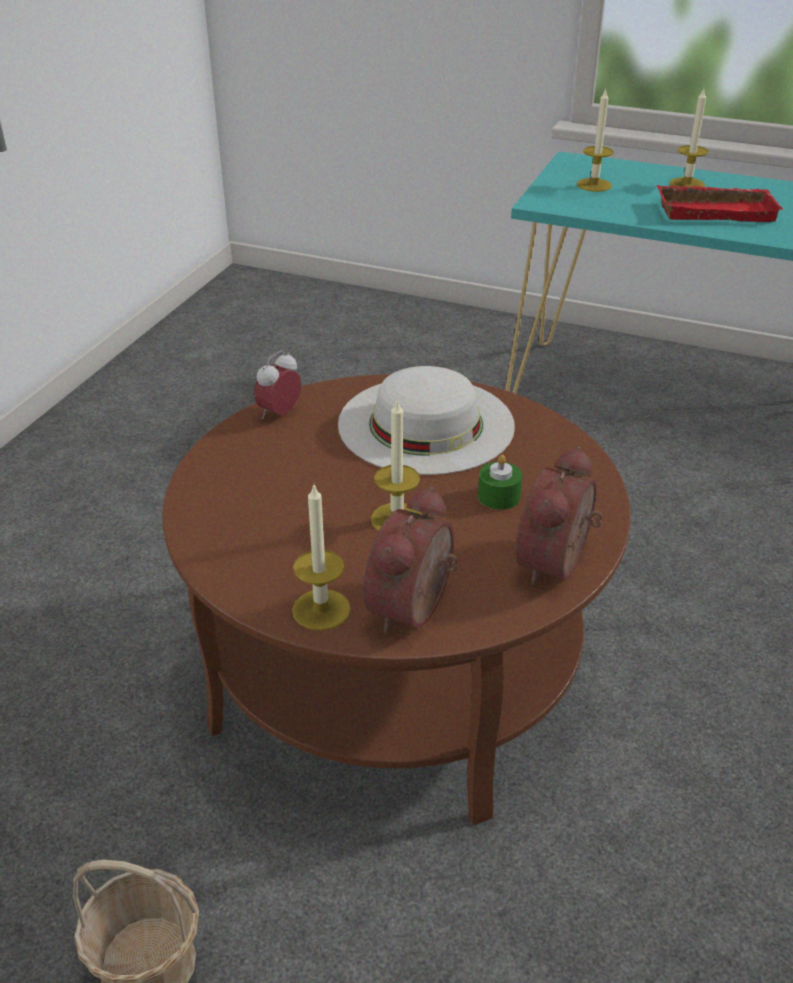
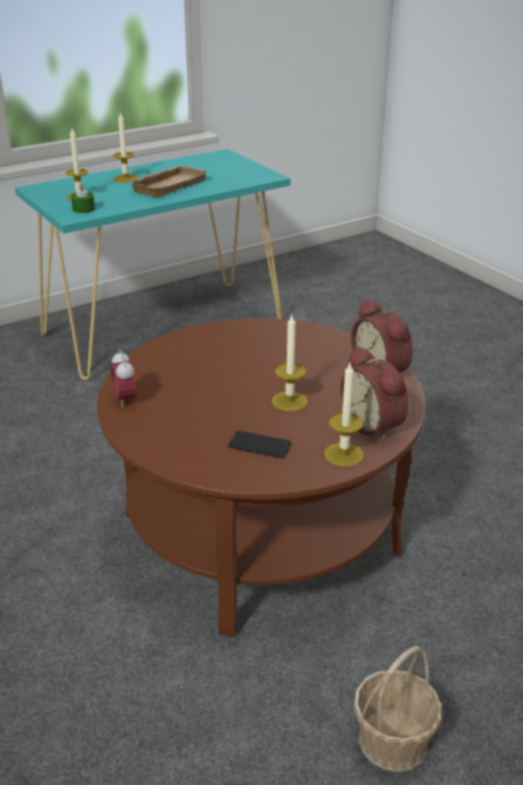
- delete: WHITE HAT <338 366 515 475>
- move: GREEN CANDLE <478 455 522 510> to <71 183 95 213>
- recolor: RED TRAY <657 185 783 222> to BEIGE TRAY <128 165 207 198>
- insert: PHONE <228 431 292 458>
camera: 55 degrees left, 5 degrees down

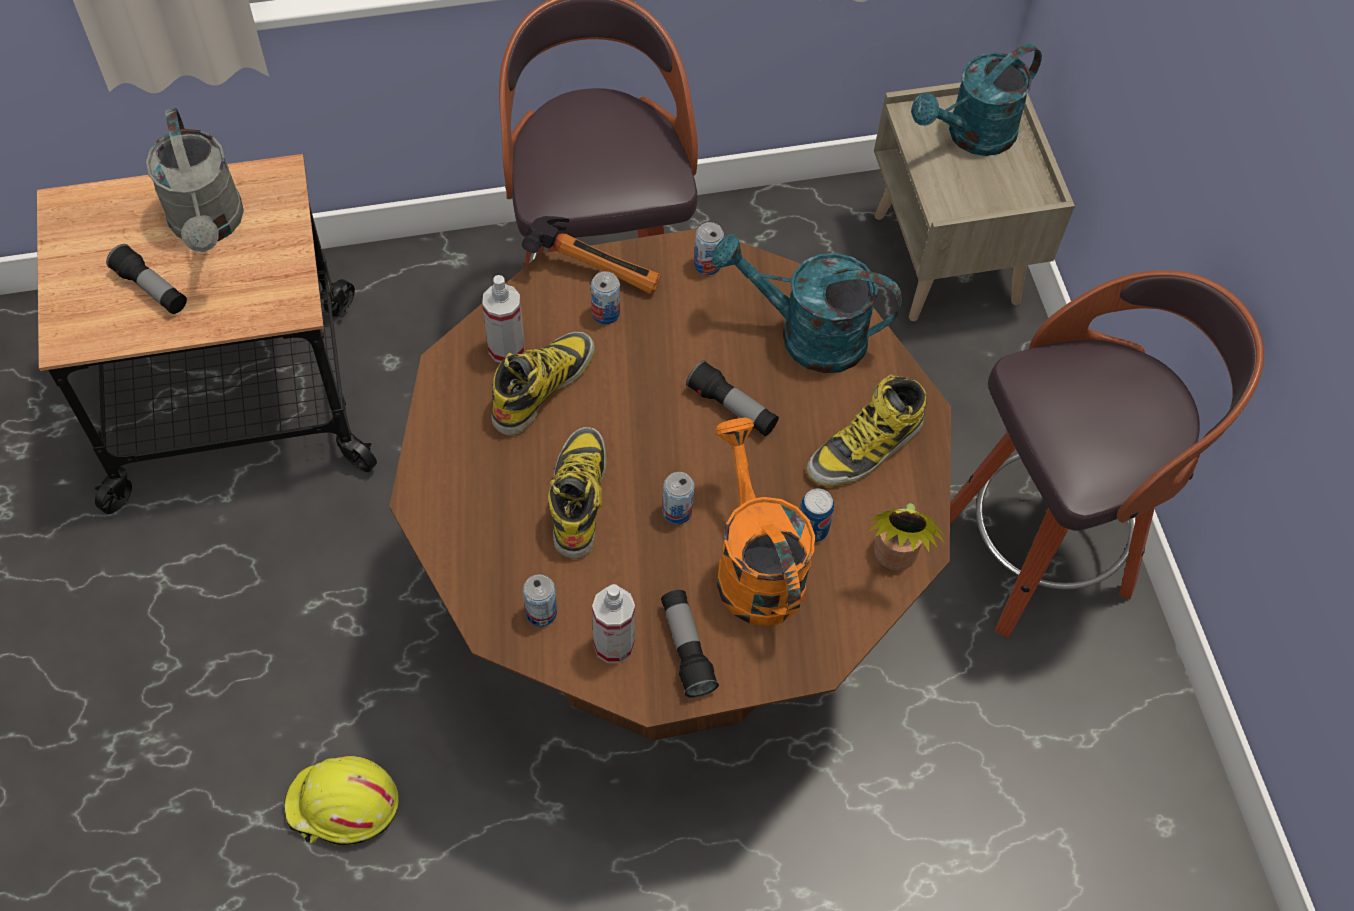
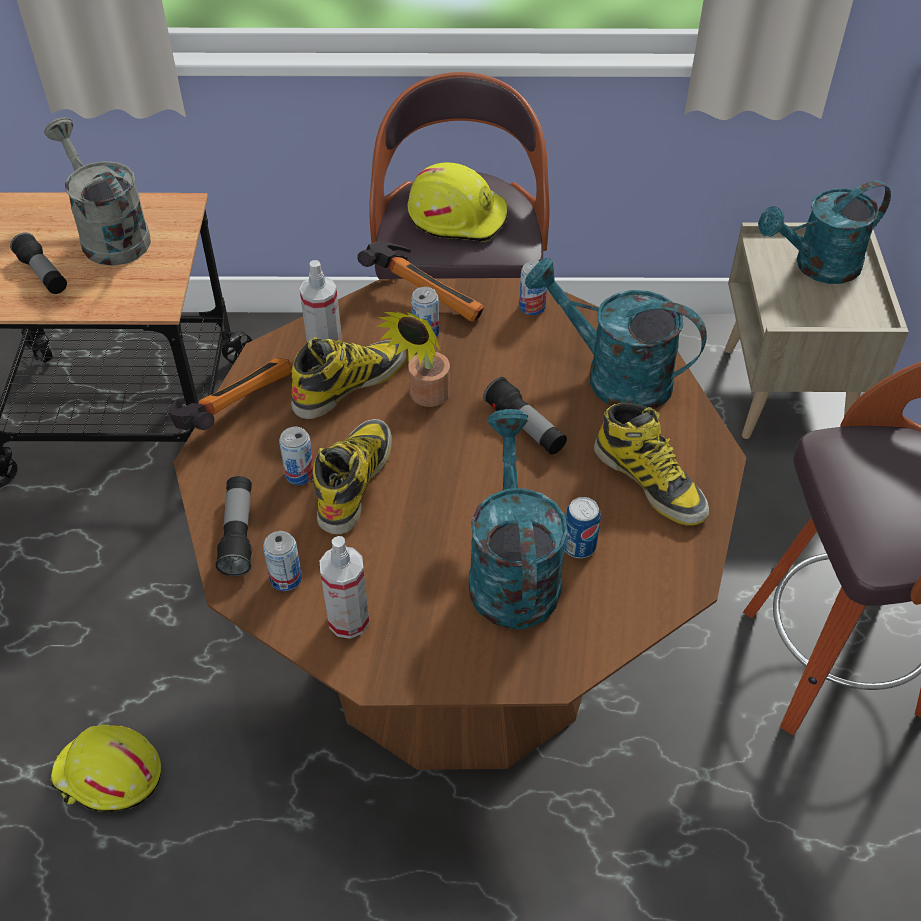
- rotate: GREY WATERING CAN <146 108 244 252> = <44 117 151 266> 150 degrees clockwise
- move: FLASHLIGHT <661 590 719 698> to <215 476 253 576>
- move: CAN <662 472 695 524> to <279 427 314 485>
- recolor: ORANGE WATERING CAN <715 418 815 626> to TURQUOISE WATERING CAN <469 409 568 629>
- rotate: BOOT <806 375 927 487> = <594 403 709 526> 105 degrees counterclockwise
- move: POTTED PLANT <868 503 944 570> to <376 312 450 407>
- insert: HAMMER <169 358 292 430>
- insert: YELLOW HARD HAT <408 162 508 242>
camera: 15 degrees right, 10 degrees down

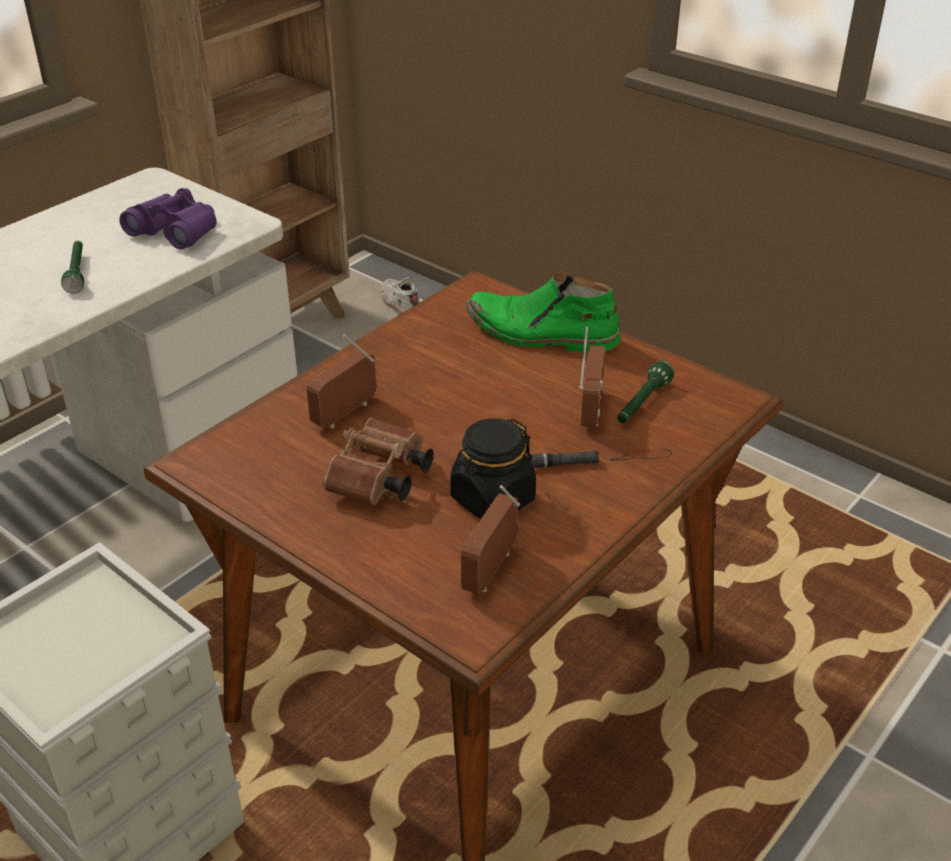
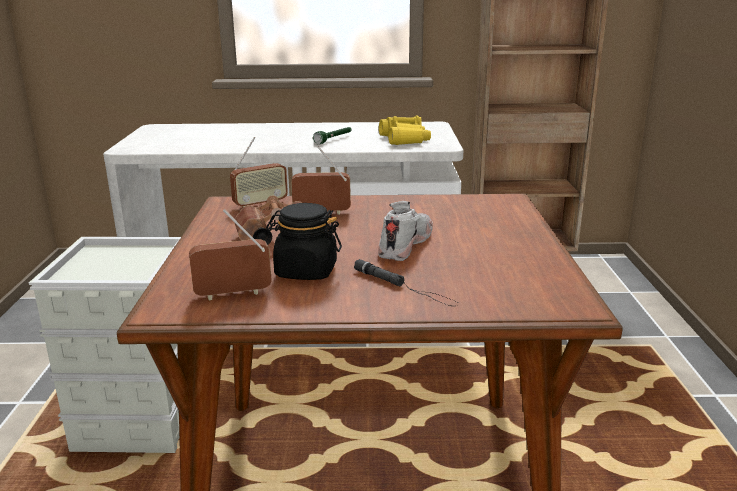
- recolor: PURPLE BINOCULARS <119 188 217 249> to YELLOW BINOCULARS <379 116 431 145>
- move: WHITE SHOE <381 277 420 315> to <378 201 433 261>
- delete: GREEN BOOT <466 271 621 352>
- move: RADIO <579 326 605 427> to <230 137 288 207>
- delete: GREEN FLASHLIGHT <617 360 674 423>
camera: 50 degrees right, 15 degrees down

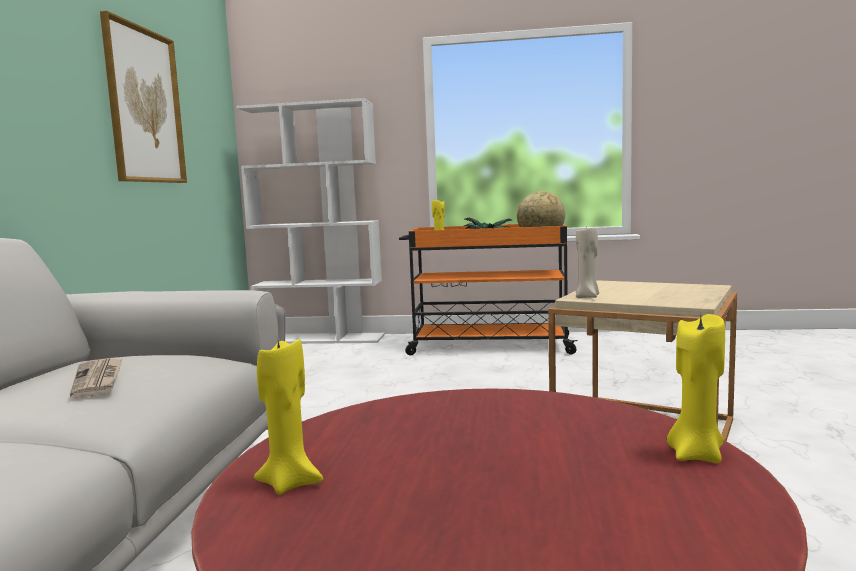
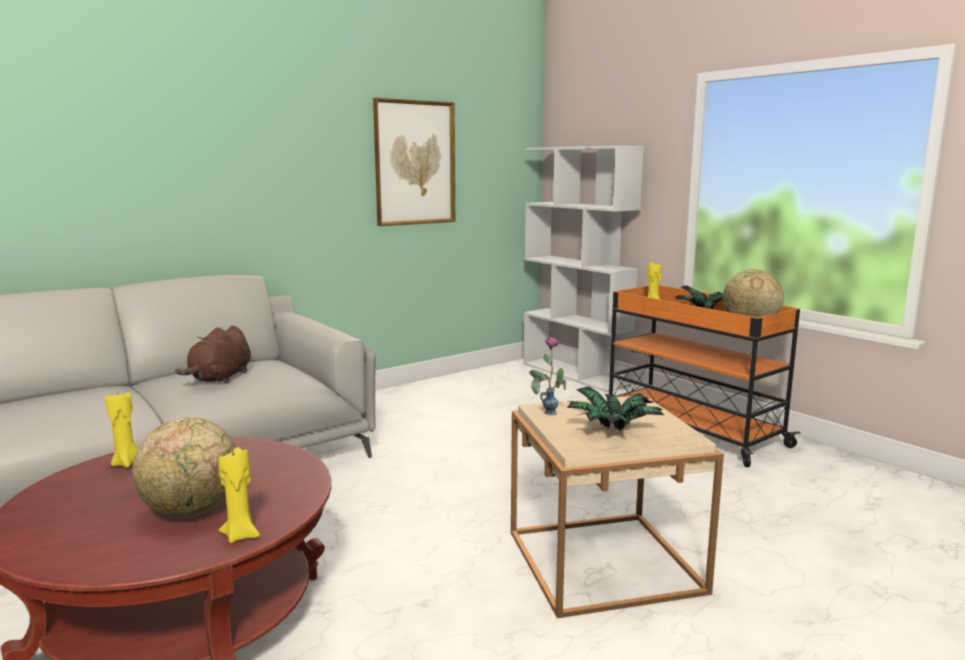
- replace: NEWSPAPER <70 358 122 398> to BROWN PLUSH TOY <175 326 251 383>
- replace: BEIGE CANDLE <576 228 599 298> to VASE <529 337 566 415>
- insert: GLOBE <132 417 236 518>
- insert: POTTED PLANT <566 386 664 431>
camera: 45 degrees right, 5 degrees up

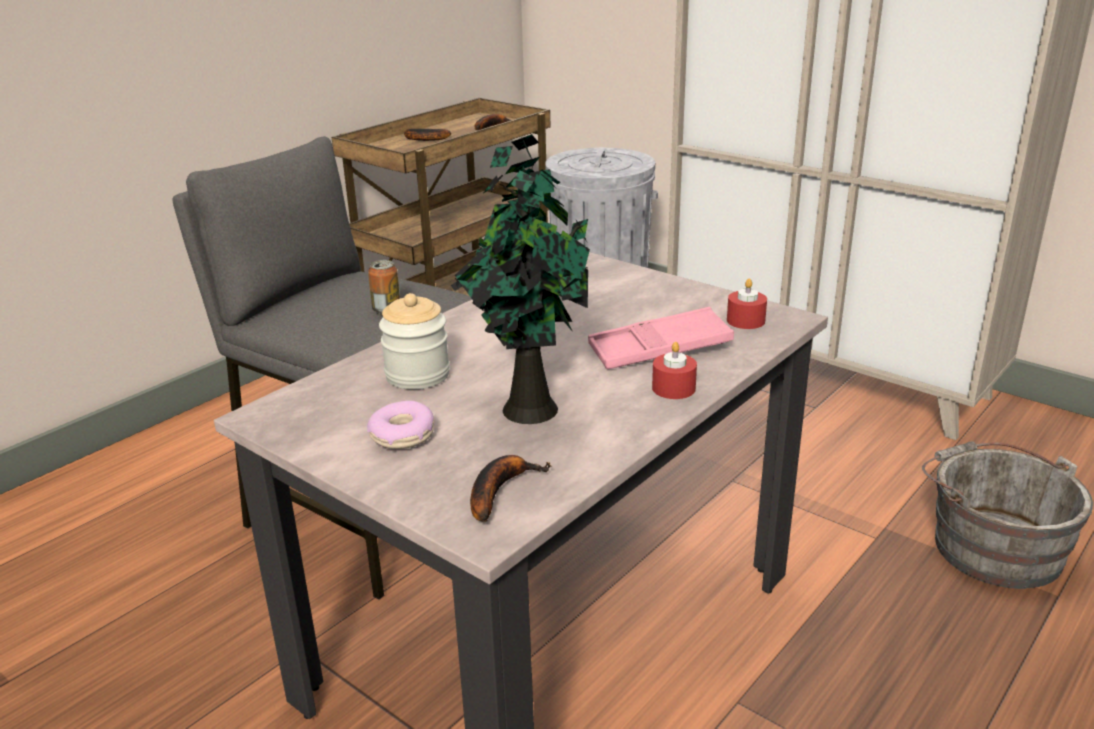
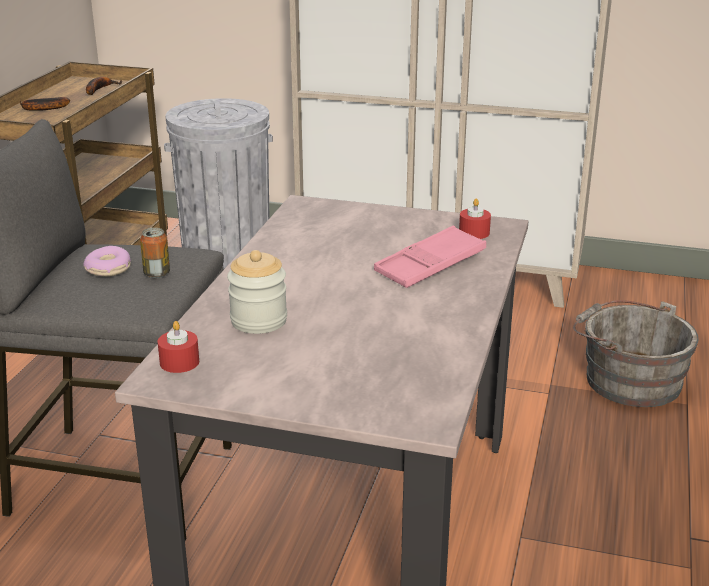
- move: DONUT <367 401 434 449> to <83 246 131 277>
- delete: POTTED PLANT <451 134 590 424>
- delete: BANANA <470 455 552 522>
- move: RED CANDLE <652 342 697 399> to <158 321 199 373>
camera: 25 degrees left, 0 degrees up

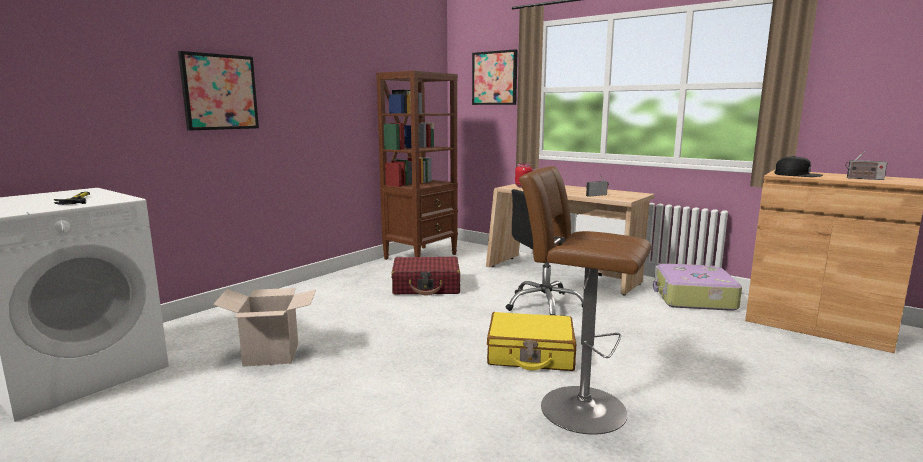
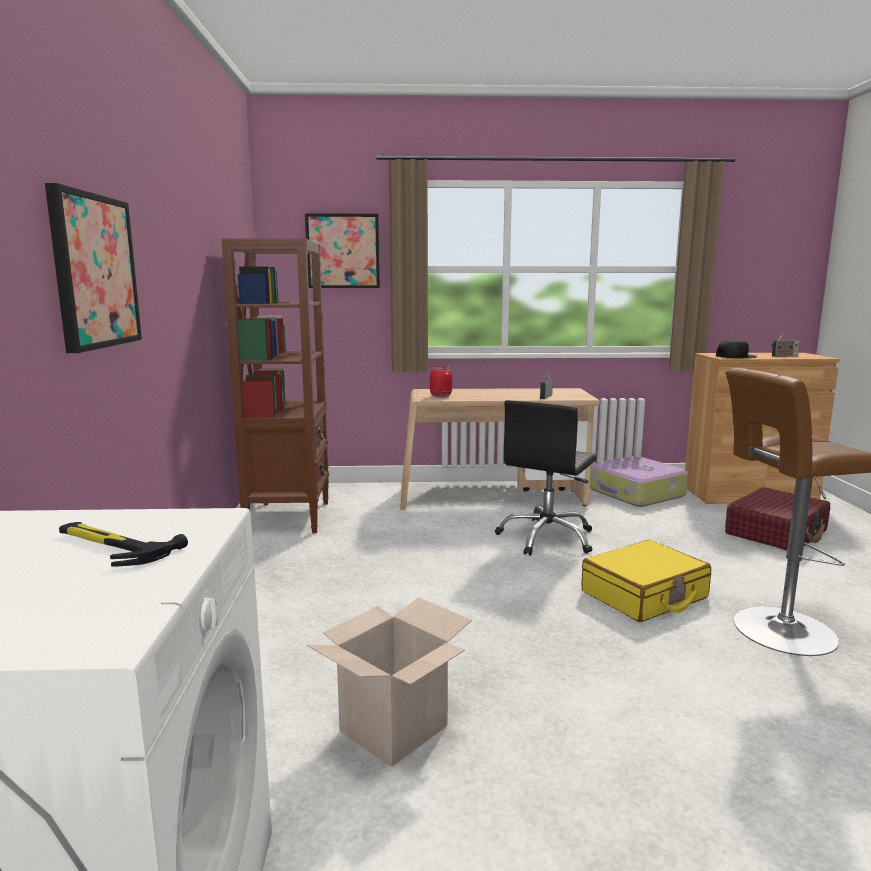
- move: RED SUITCASE <391 257 460 295> to <725 487 830 550>
camera: 40 degrees left, 0 degrees up

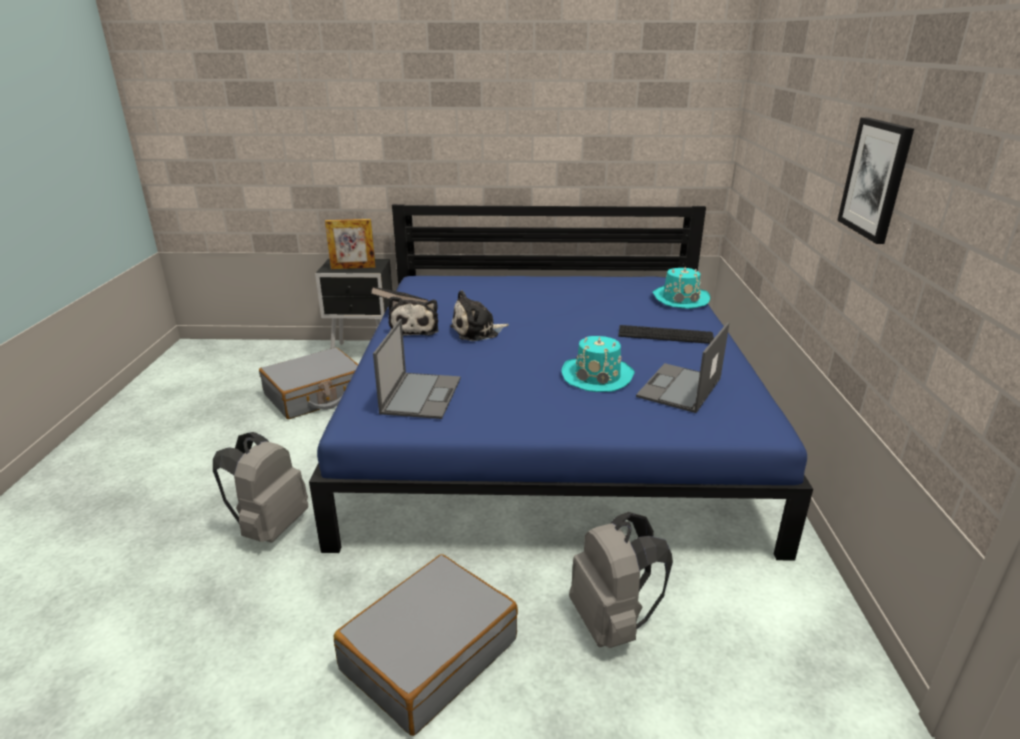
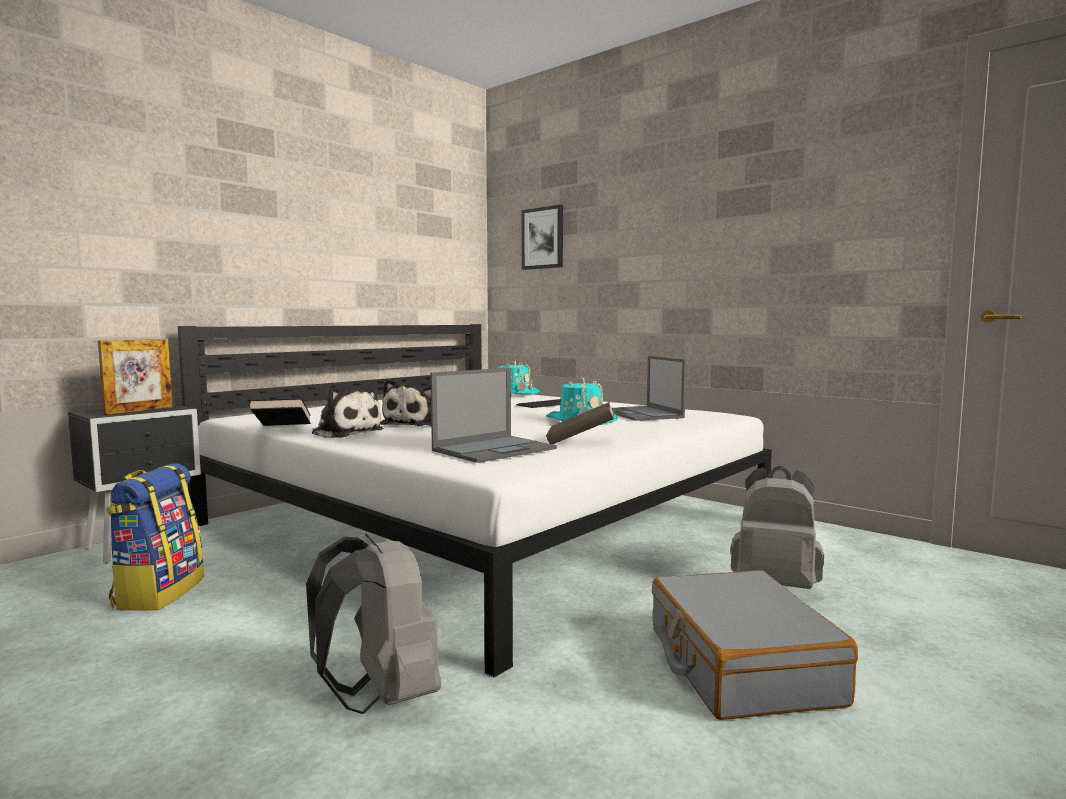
- replace: GREY SUITCASE <259 348 358 419> to BACKPACK <106 463 204 611>
- recolor: BLUE BED <309 204 813 561> to WHITE BED <178 324 772 677>
- rotate: LAPTOP <373 319 461 419> = <430 368 557 463> 90 degrees clockwise
- move: PICTURE <837 117 914 244> to <522 205 563 270>
- insert: BROWN BOOK <546 402 614 444>
camera: 50 degrees left, 20 degrees down

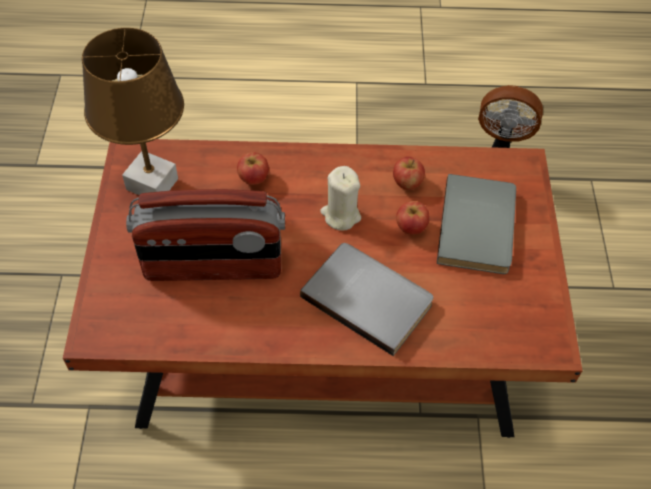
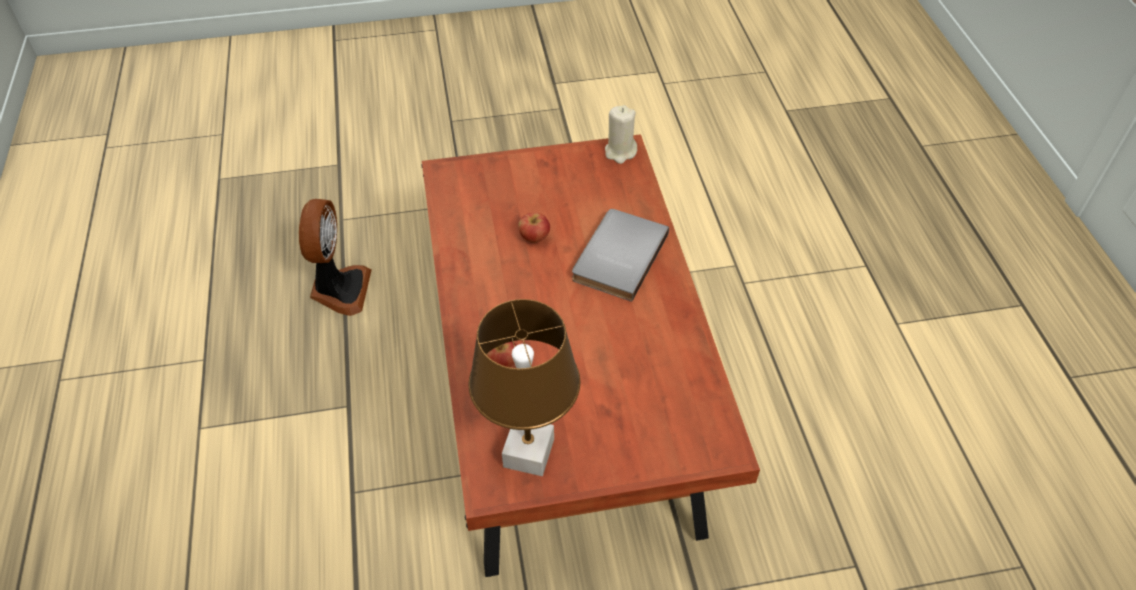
- delete: RADIO <126 189 285 281>
- move: BEIGE CANDLE <320 166 361 231> to <605 105 637 164>
- delete: APPLE <393 157 425 190>
- delete: GREY BOOK <437 174 516 274>
camera: 100 degrees left, 5 degrees down

